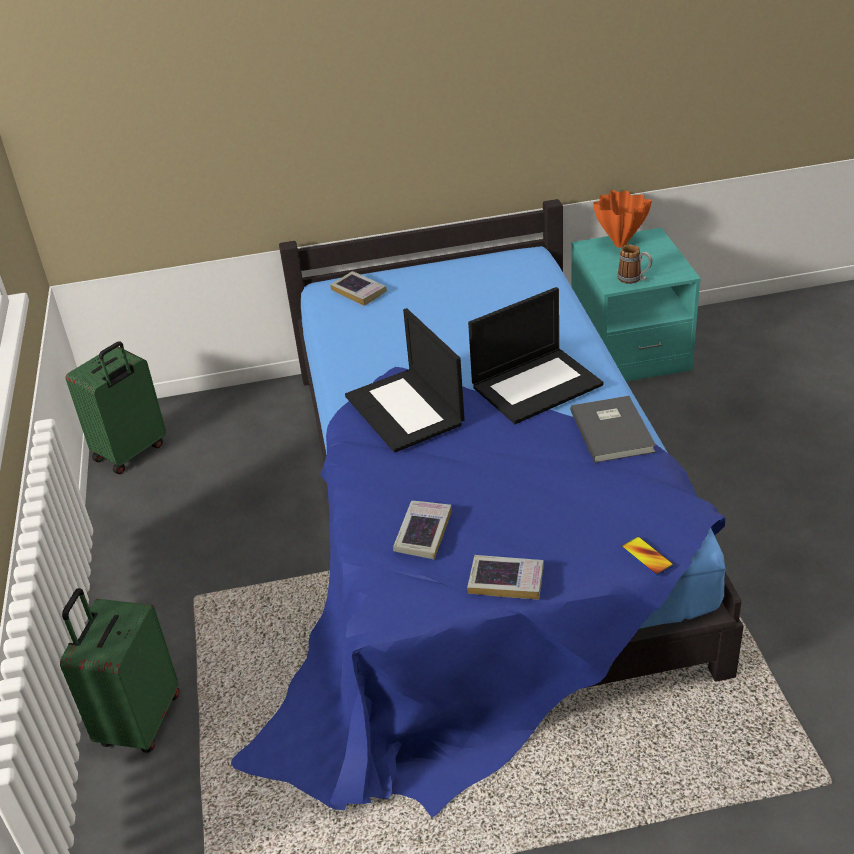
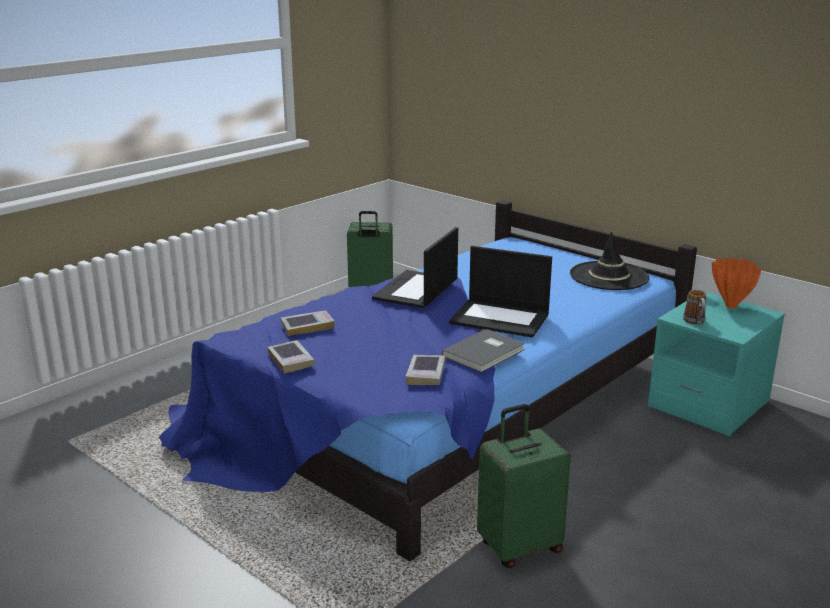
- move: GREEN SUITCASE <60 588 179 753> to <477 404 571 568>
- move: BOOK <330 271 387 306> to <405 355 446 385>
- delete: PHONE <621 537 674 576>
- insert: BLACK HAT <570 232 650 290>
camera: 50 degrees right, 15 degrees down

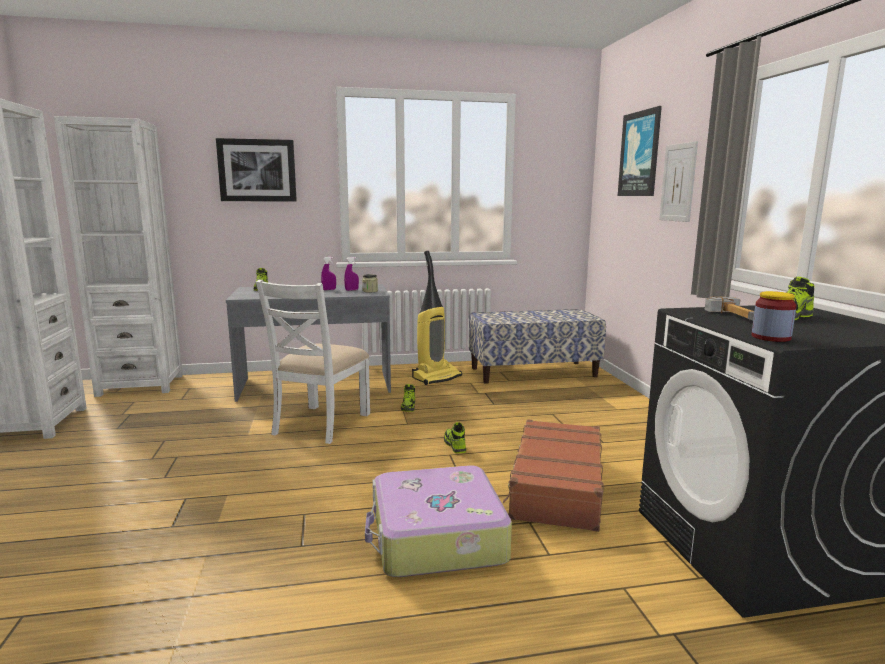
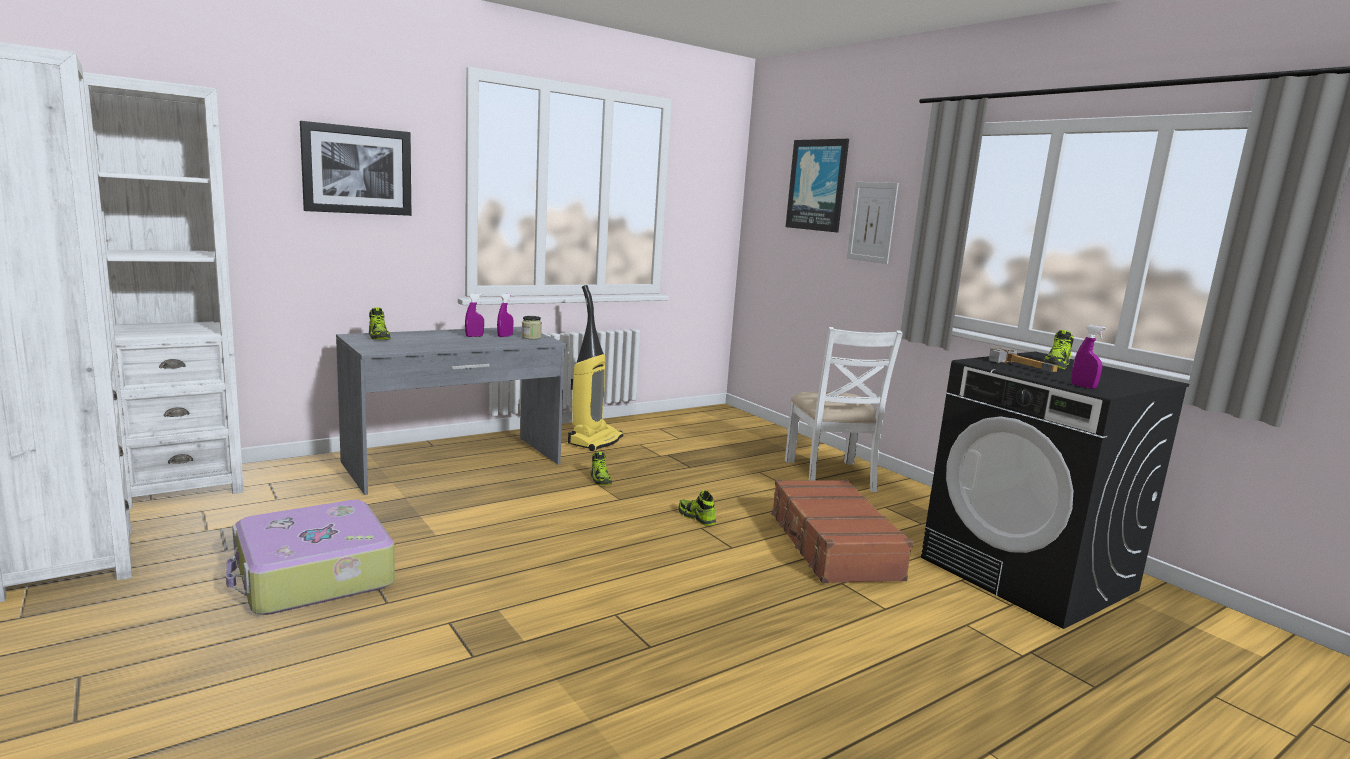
- move: WHITE CHAIR <256 280 370 444> to <785 327 903 492>
- move: SUITCASE <365 465 512 577> to <226 500 395 615>
- delete: BENCH <469 309 606 384>
- replace: JAR <752 291 797 342> to PURPLE SPRAY BOTTLE <1071 325 1107 389>
camera: 25 degrees left, 0 degrees up

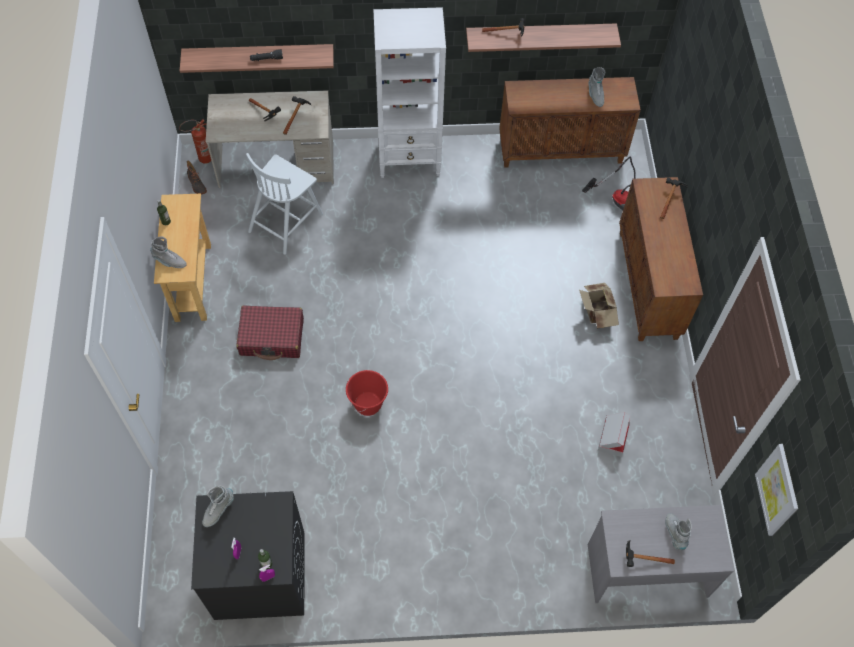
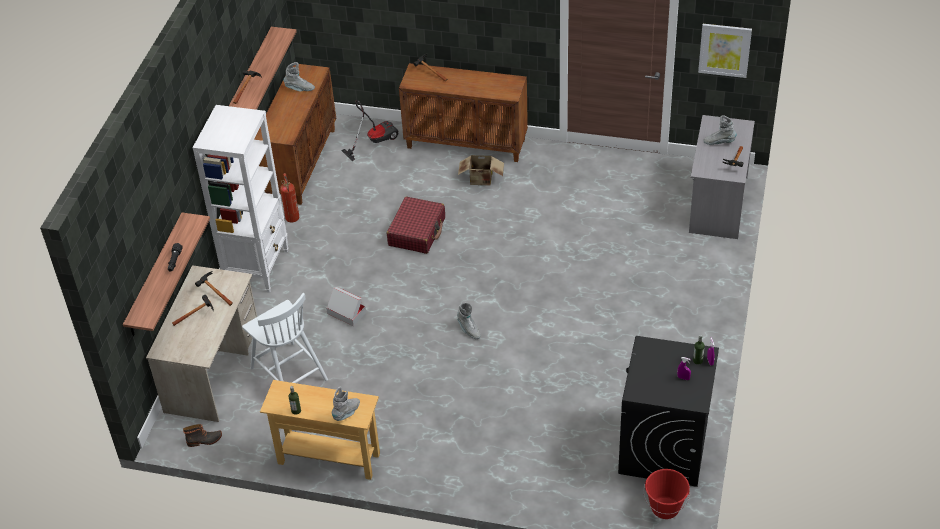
- move: FIRE EXTINGUISHER <179 119 211 164> to <280 173 299 223>
- move: GREY BOOT <202 486 234 527> to <457 303 480 339>
- move: RED SUITCASE <236 305 304 360> to <387 197 445 254>
- move: RED BUCKET <346 370 388 416> to <643 469 690 519>
- move: CARDBOARD BOX <598 412 630 457> to <326 287 366 326>
camera: 70 degrees left, 15 degrees down

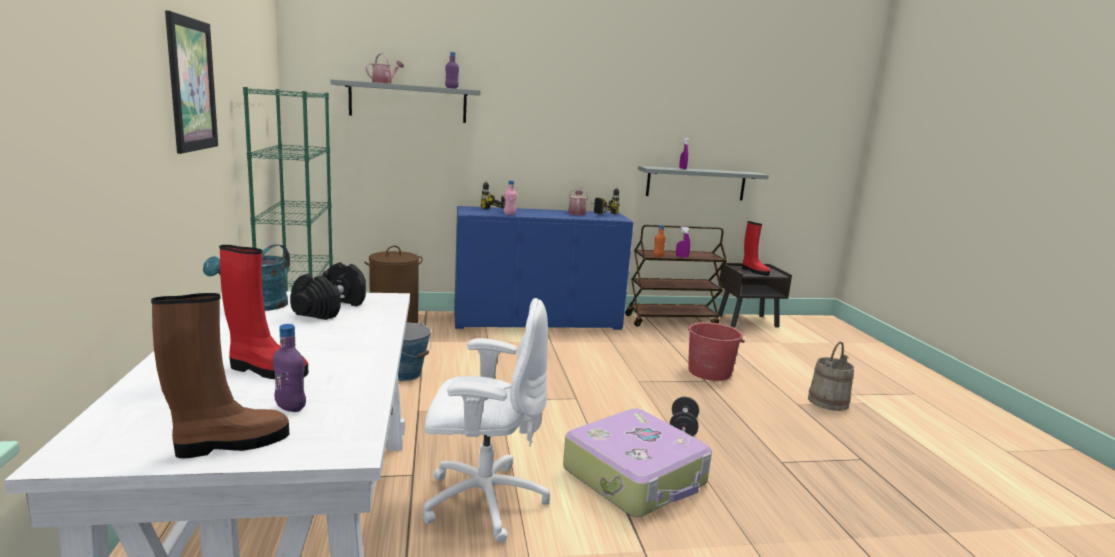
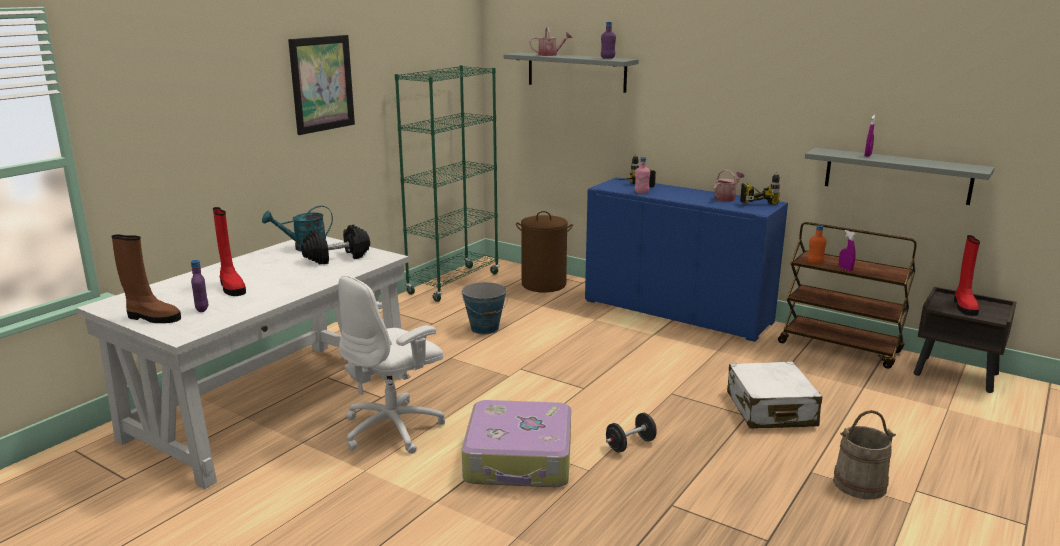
- rotate: WHITE OFFICE CHAIR <423 298 550 543> = <338 275 445 454> 90 degrees clockwise
- replace: RED BUCKET <688 322 745 381> to WHITE SUITCASE <727 361 823 428>
camera: 45 degrees right, 5 degrees up

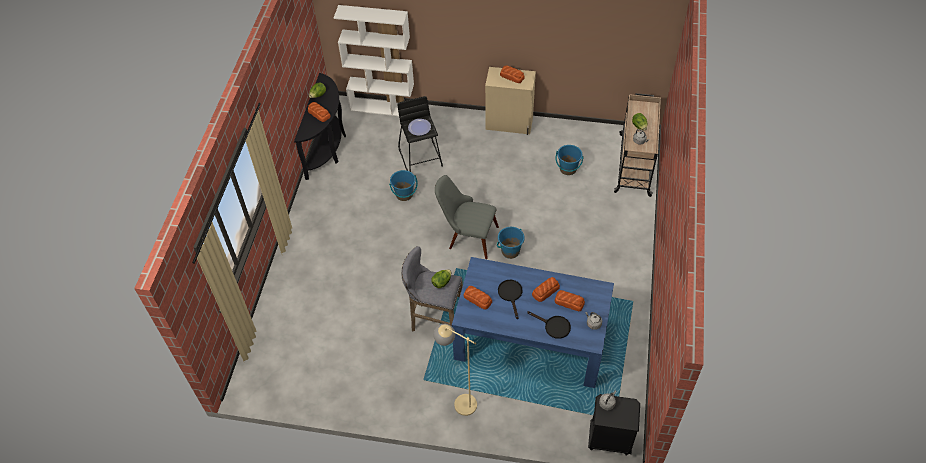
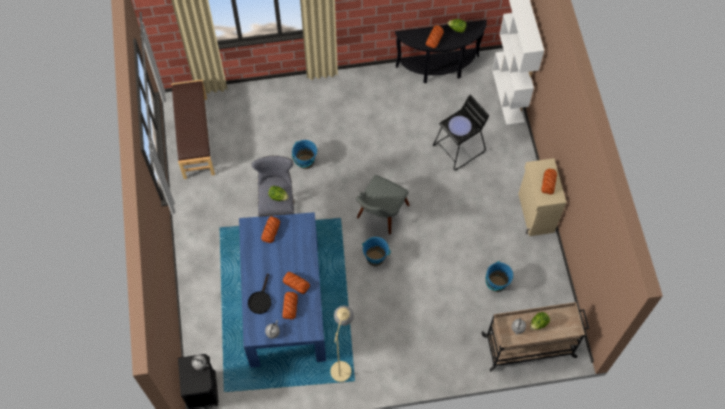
- move: BLUE BUCKET <389 170 418 201> to <292 140 317 169>
- move: BEIGE FLOOR LAMP <433 324 477 416> to <330 306 354 382>
- rotate: GREY CHAIR <435 175 499 259> = <356 175 410 234> 150 degrees counterclockwise
- delete: BLACK FRYING PAN <498 280 522 319>
- insert: BROWN BENCH <172 80 215 179>
camera: 70 degrees right, 10 degrees up

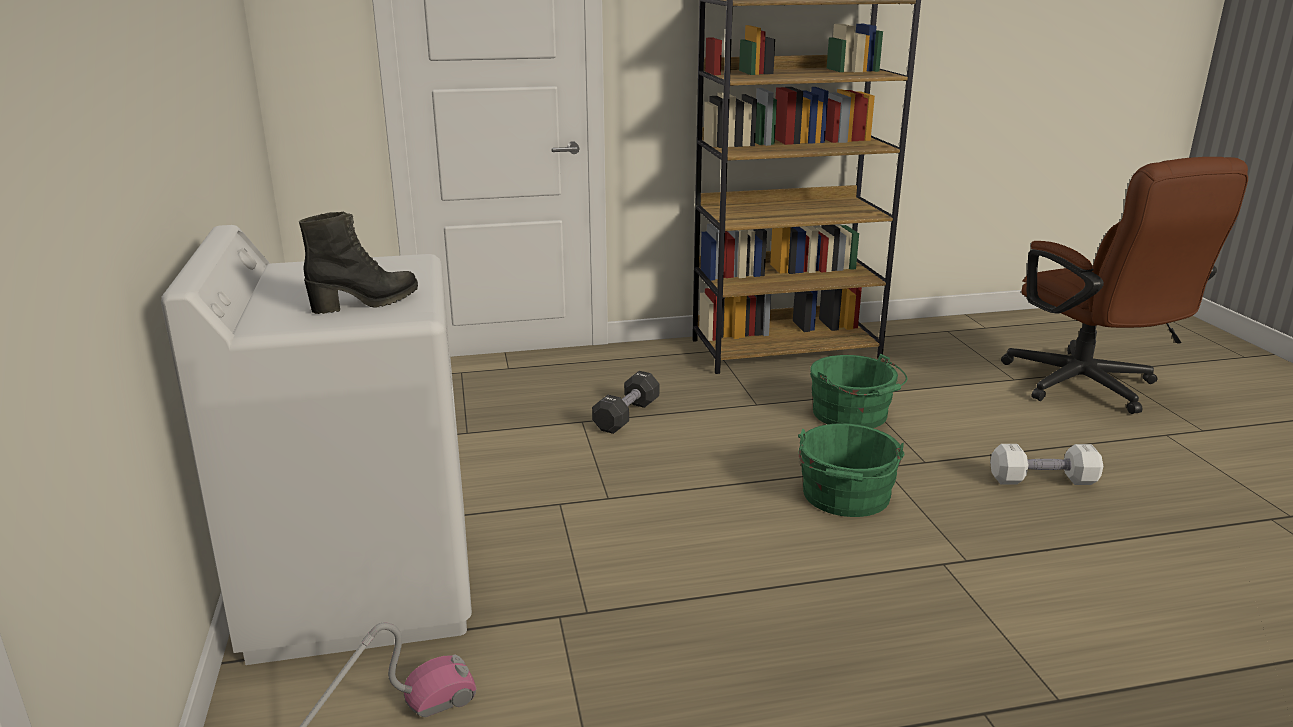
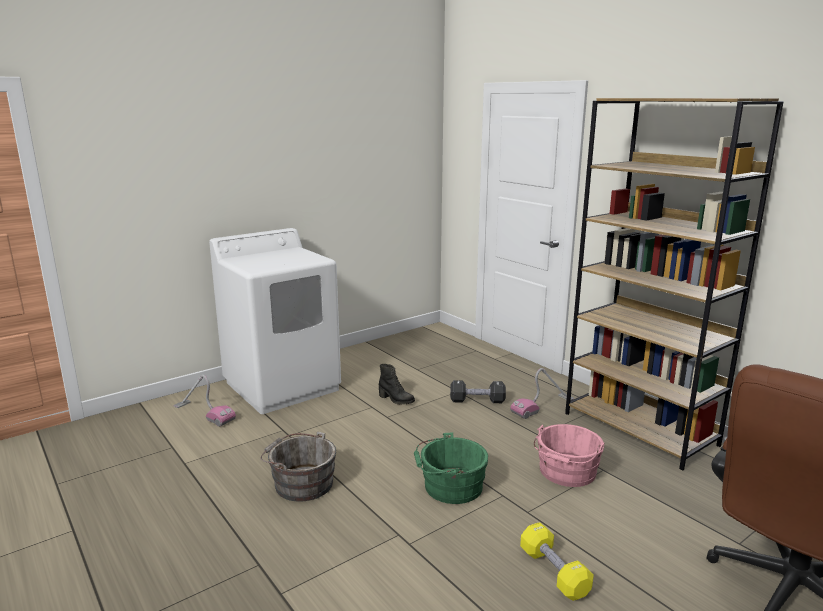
- move: BLACK BOOT <299 212 418 314> to <379 364 415 404>
- recolor: GREEN BUCKET <810 354 907 428> to PINK BUCKET <534 424 605 487>
- recolor: WHITE DUMBBELL <990 444 1103 485> to YELLOW DUMBBELL <520 522 594 601>
- insert: GREY BUCKET <261 431 336 502>
- insert: VACUUM CLEANER <510 368 574 419>
camera: 65 degrees right, 5 degrees down

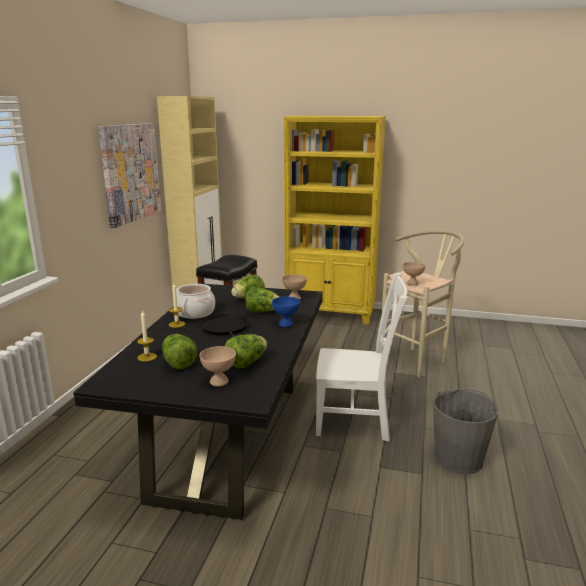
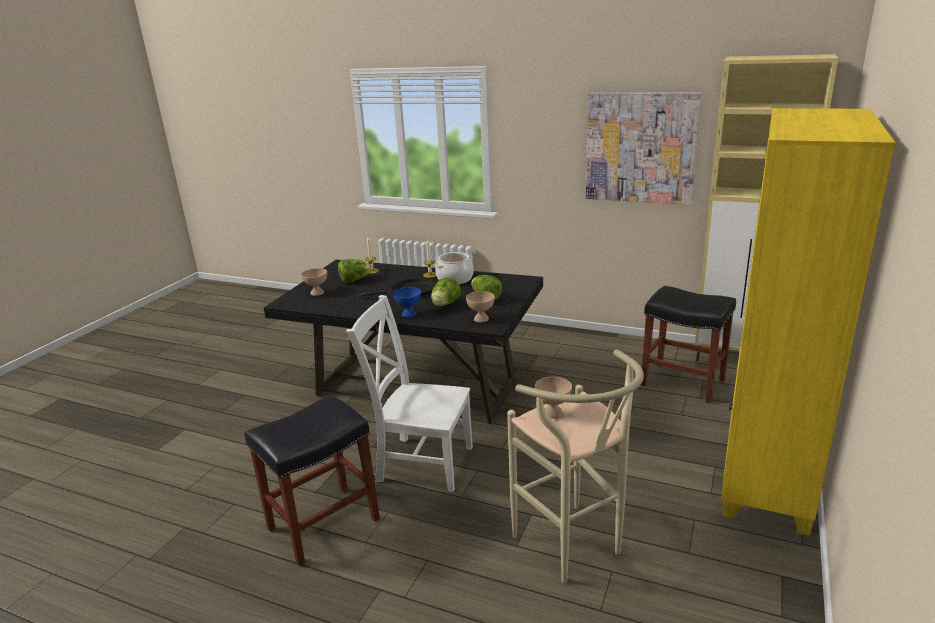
- delete: LETTUCE <225 334 267 368>
- rotate: WHITE CHAIR <316 273 408 441> = <346 295 473 492> 90 degrees clockwise
- replace: GREY BUCKET <433 389 498 474> to BLACK STOOL <245 395 380 566>
camera: 100 degrees right, 5 degrees up

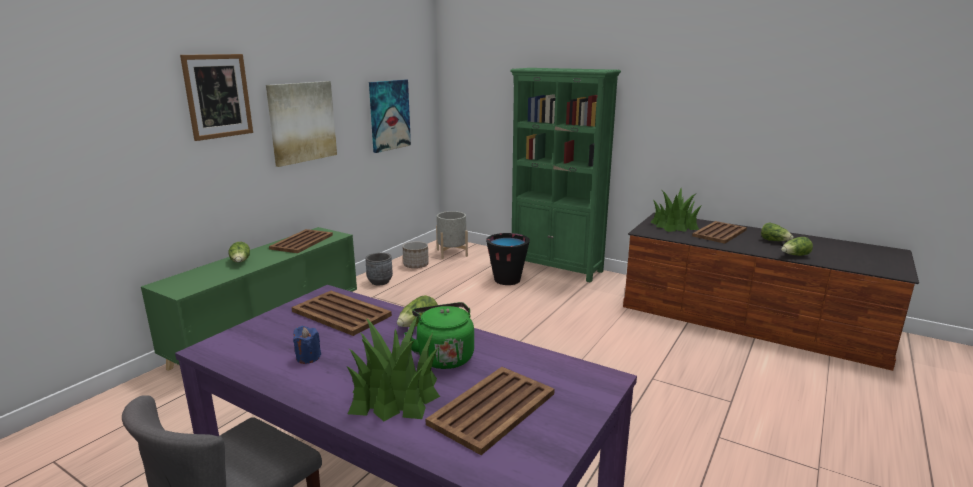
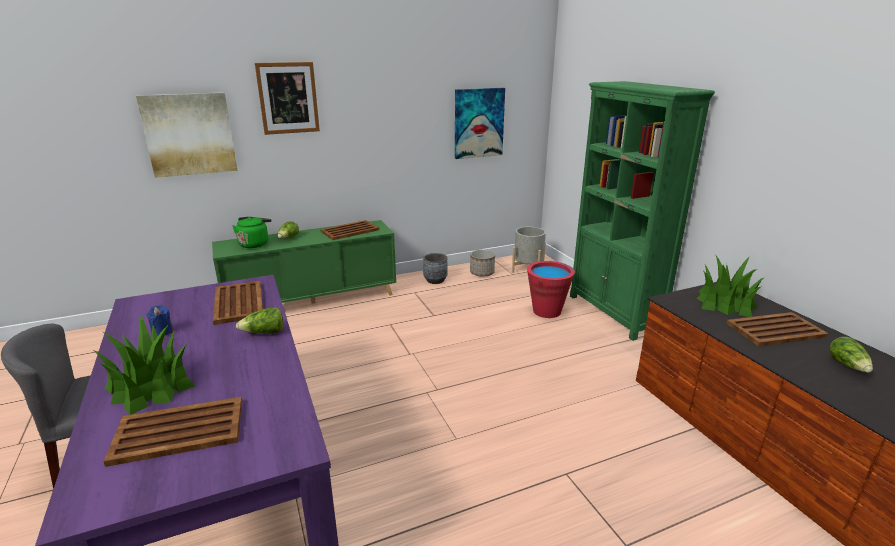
- move: PICTURE <266 81 337 167> to <136 92 238 178>
- move: GREEN KETTLE <404 302 474 369> to <232 217 271 248>
- recolor: BLACK BUCKET <486 233 530 285> to RED BUCKET <527 261 575 318>
- delete: LETTUCE <781 237 813 256>
camera: 35 degrees right, 5 degrees up

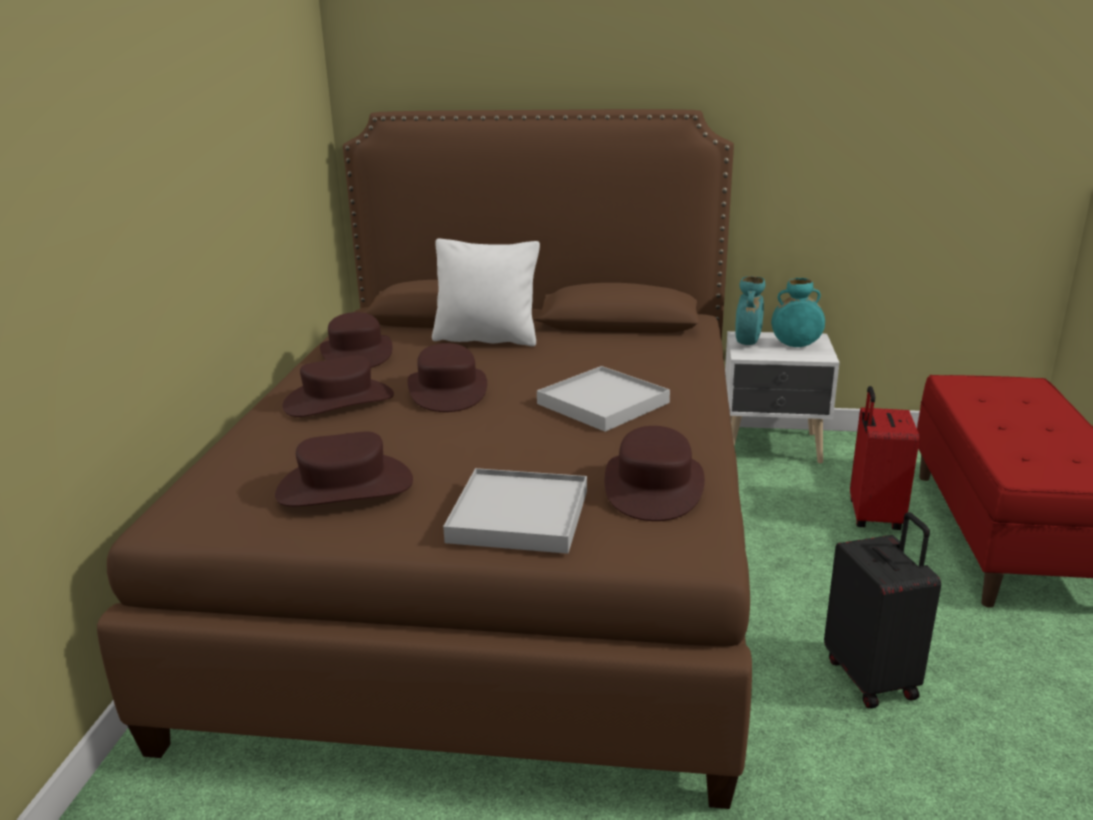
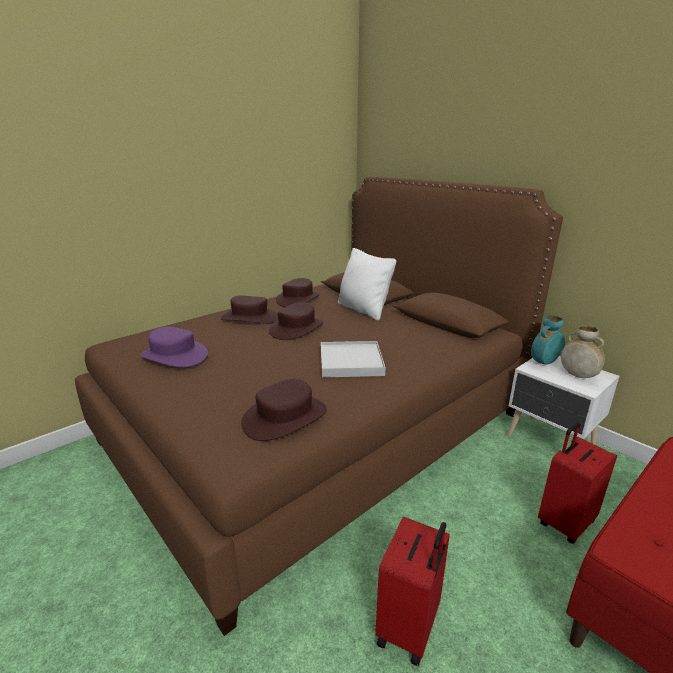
- recolor: BROWN HAT <275 431 413 507> to PURPLE HAT <140 327 208 367>
- delete: WHITE TRAY <443 468 587 554>
- recolor: TURQUOISE VASE <771 278 825 347> to BEIGE VASE <561 325 605 378>
- recolor: BLACK SUITCASE <824 512 941 709> to RED SUITCASE <375 517 450 666>
camera: 40 degrees right, 0 degrees up

